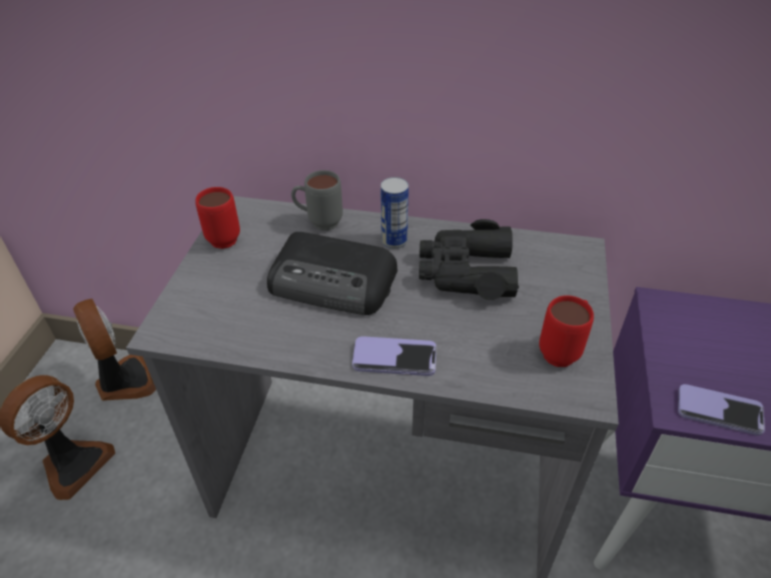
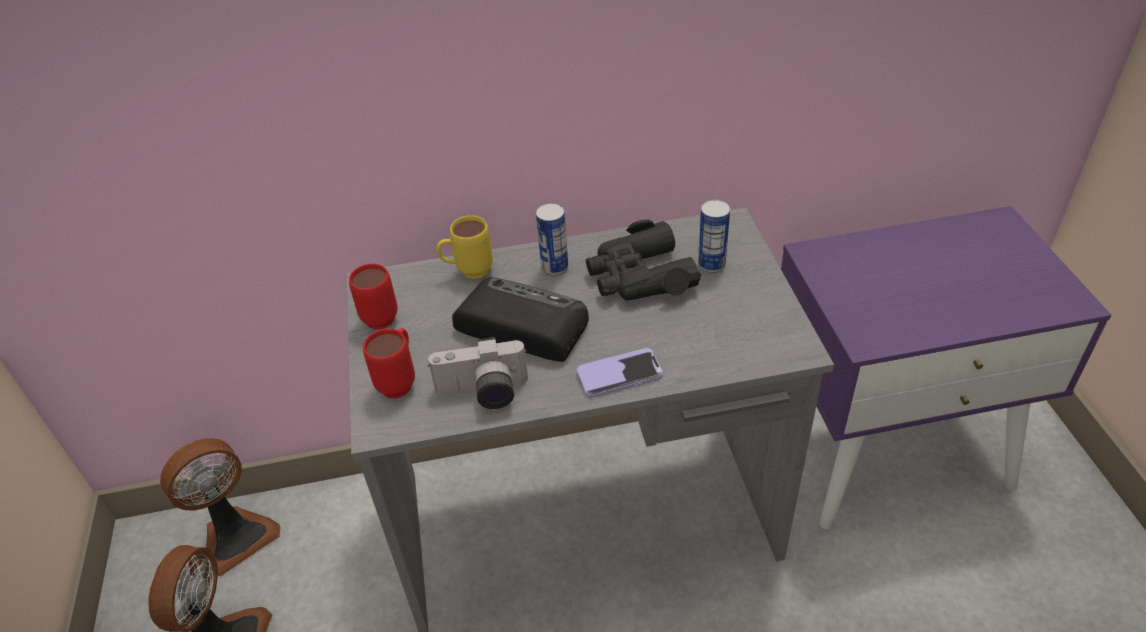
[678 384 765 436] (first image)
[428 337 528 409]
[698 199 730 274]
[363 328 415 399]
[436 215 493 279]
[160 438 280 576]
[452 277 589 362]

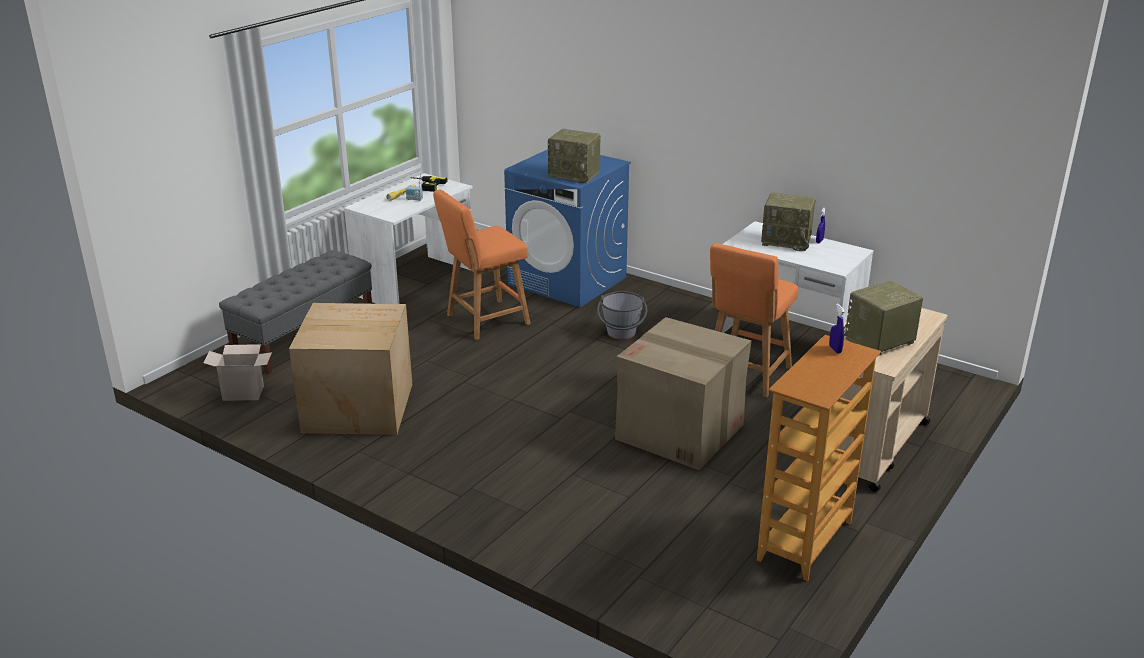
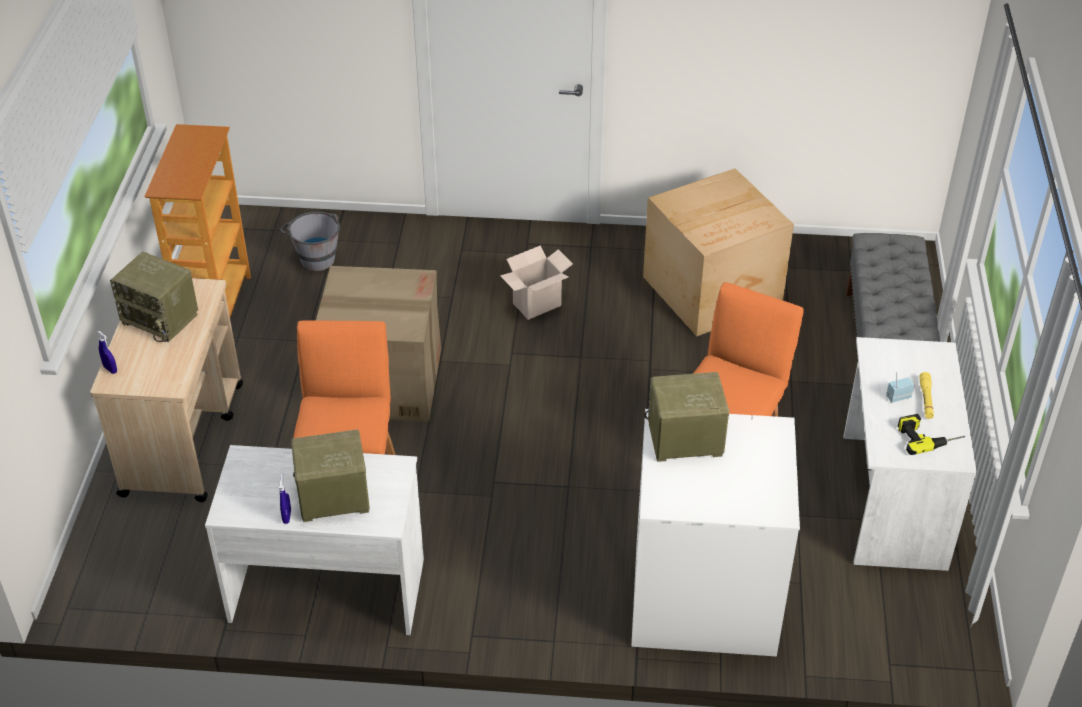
[500 245 573 320]
[280 211 340 271]
[97 331 117 374]
[631 409 800 657]
[110 252 198 342]

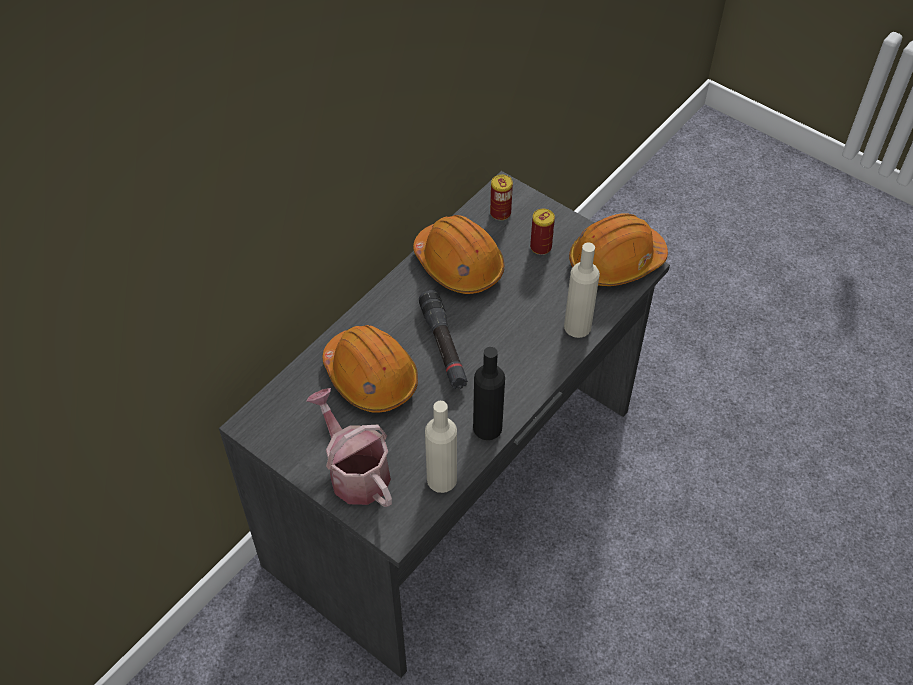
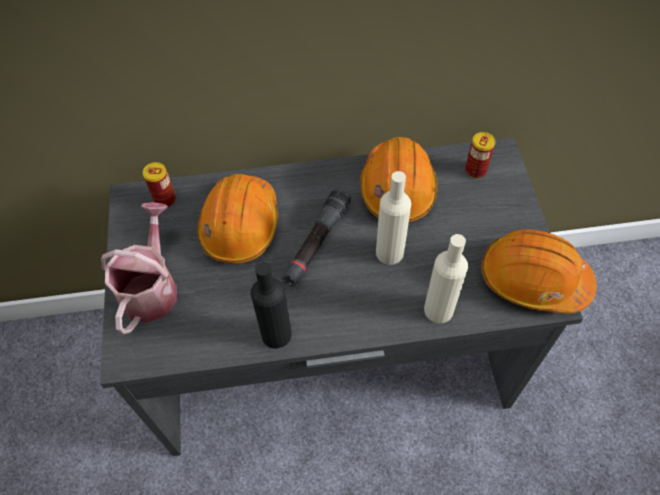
[376 171 411 265]
[143 162 176 208]

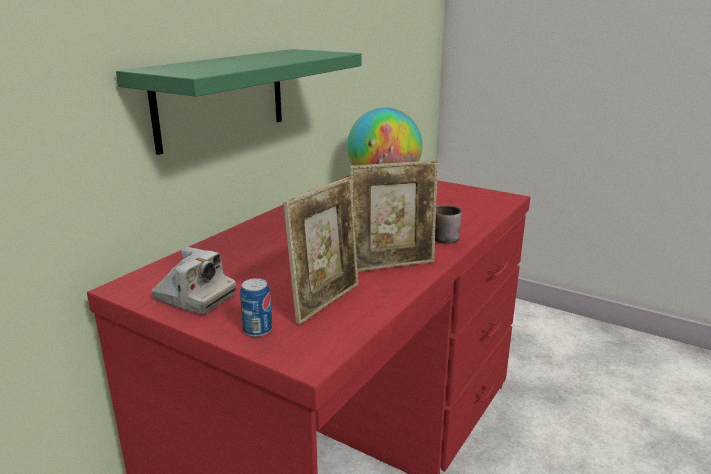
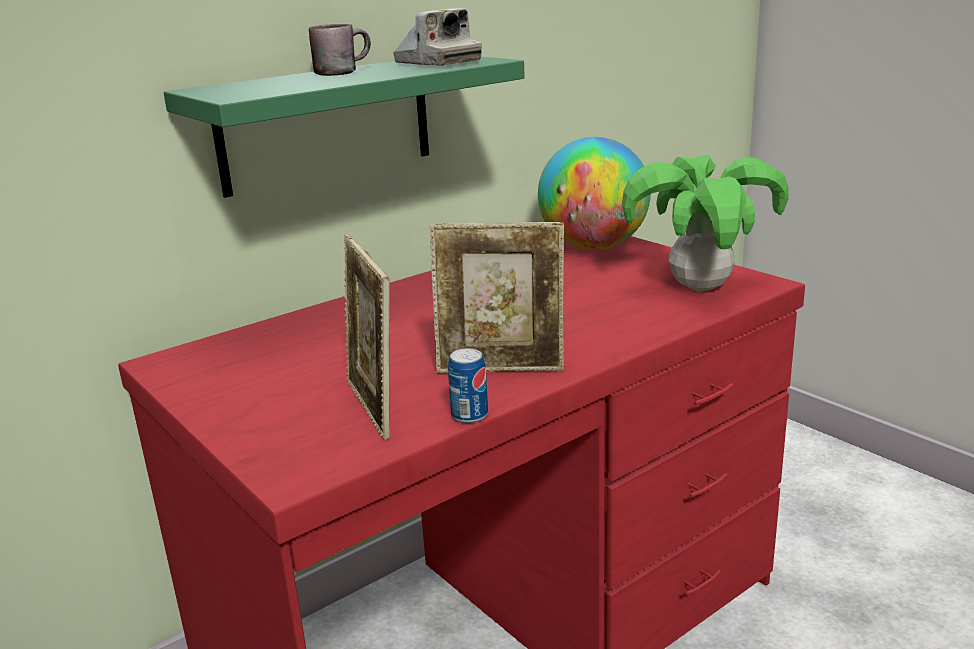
[622 155 789 291]
[393 8 482 66]
[448 348 488 423]
[309 24 371 76]
[343 235 390 440]

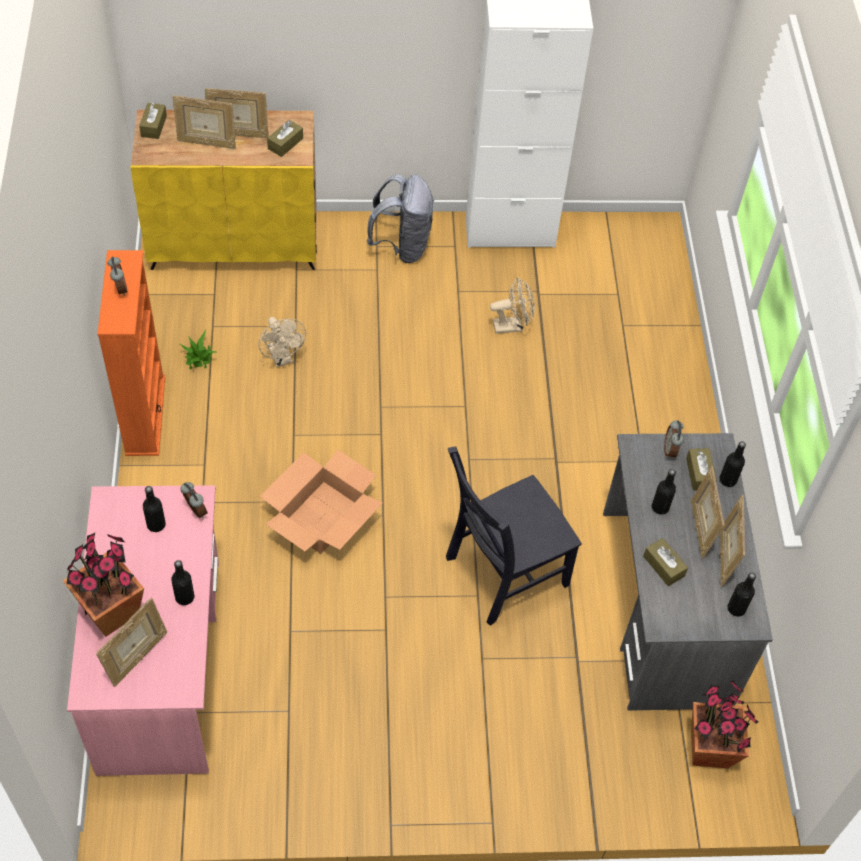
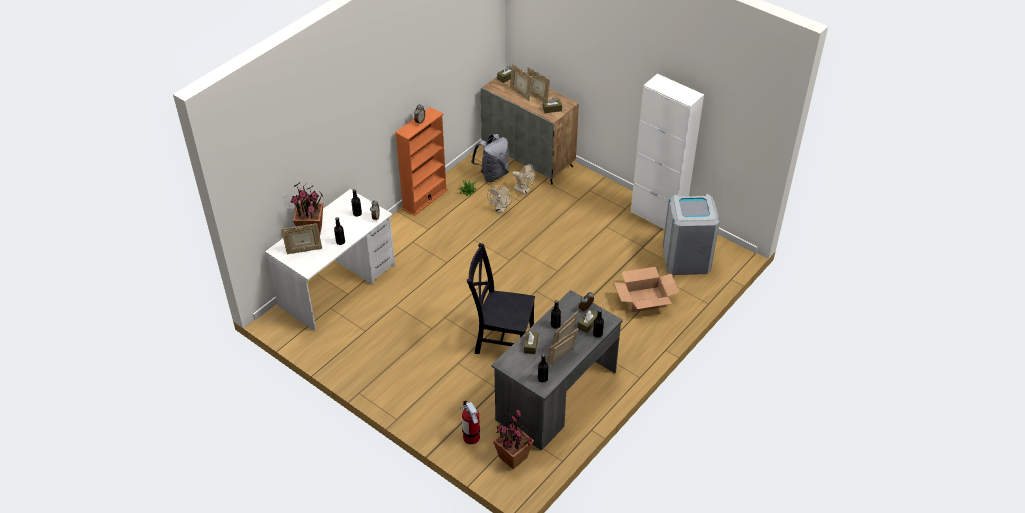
[460 401 480 444]
[662 194 720 275]
[614 267 679 312]
[471 134 509 182]
[512 164 536 195]
[265 189 395 331]
[480 77 579 185]

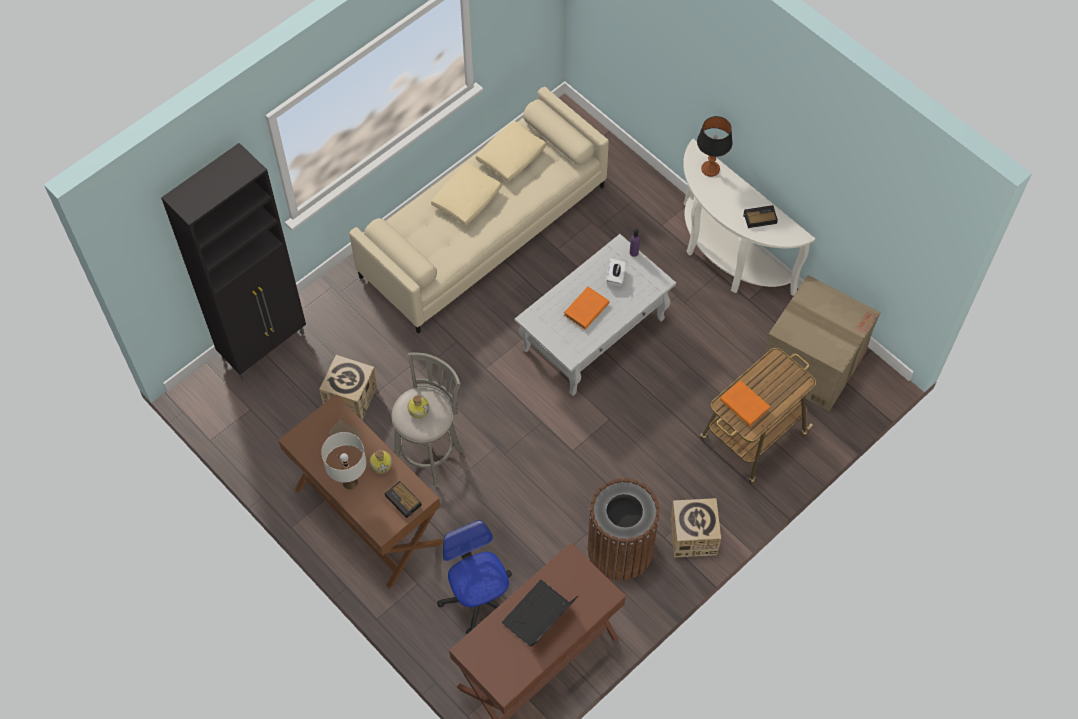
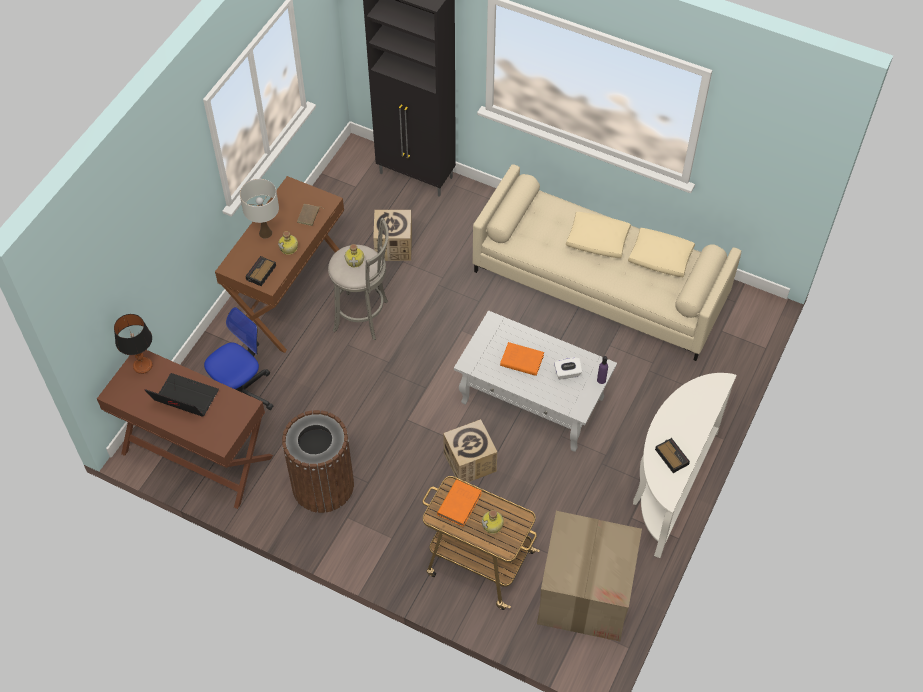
[482 510 504 534]
[443 419 497 483]
[114 314 153 374]

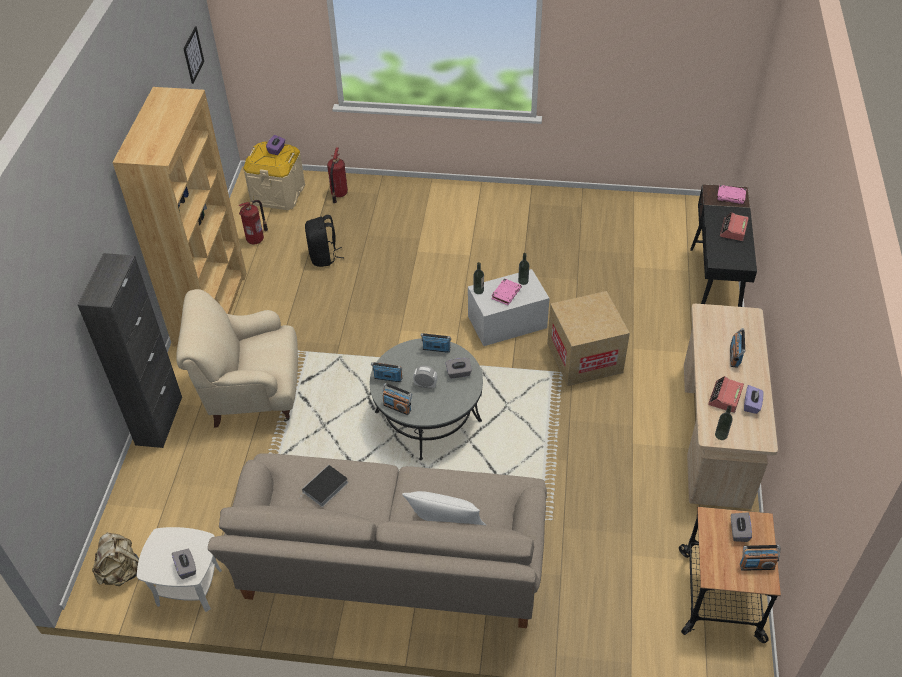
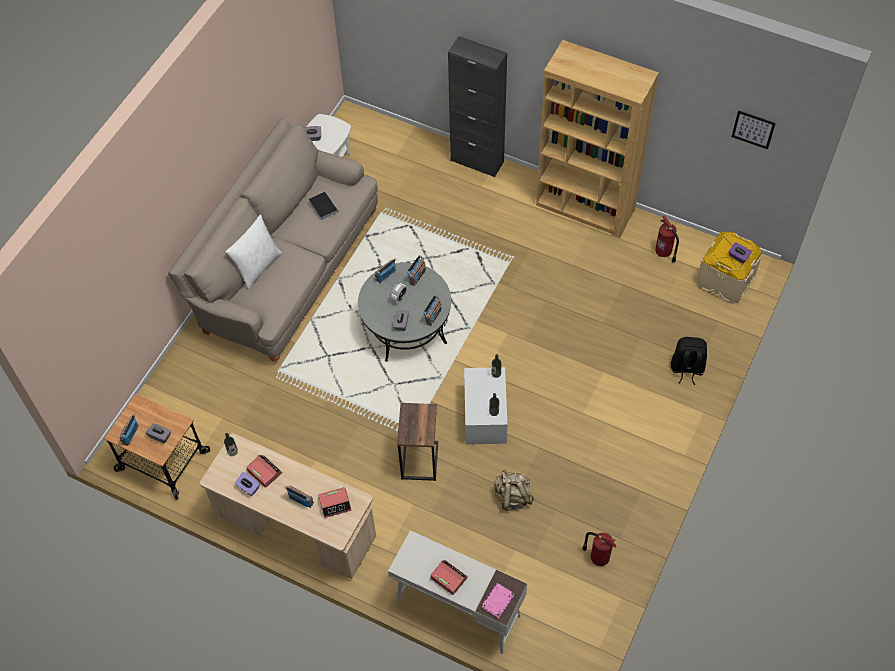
[176 289 298 428] (first image)
[491 278 522 305] (first image)
[318 487 352 518]
[494 469 534 511]
[671 337 707 385]
[582 532 616 566]
[397 403 438 481]
[388 530 527 654]

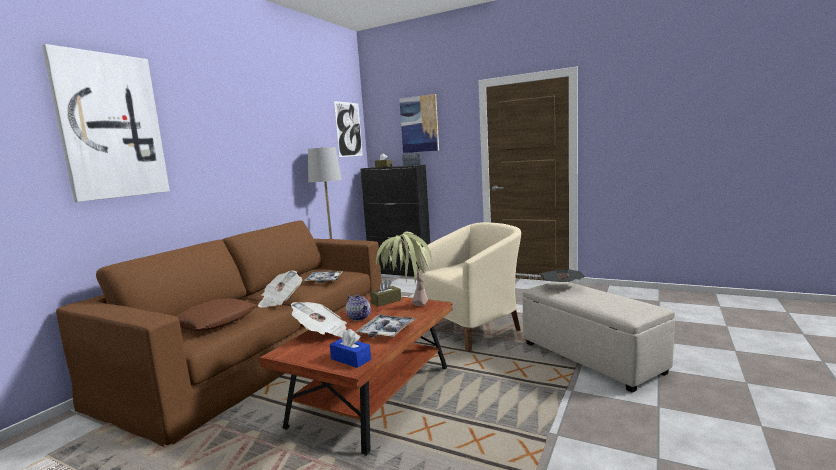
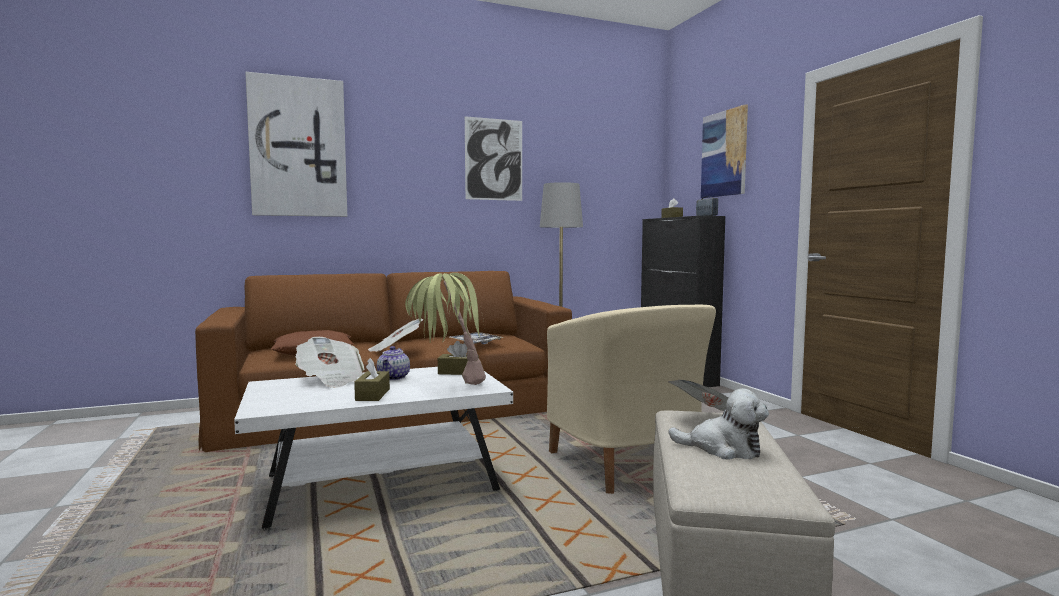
[330 329 371 368] (first image)
[668 388 769 460]
[465 116 522 201]
[354 358 390 401]
[234 367 513 530]
[547 305 716 494]

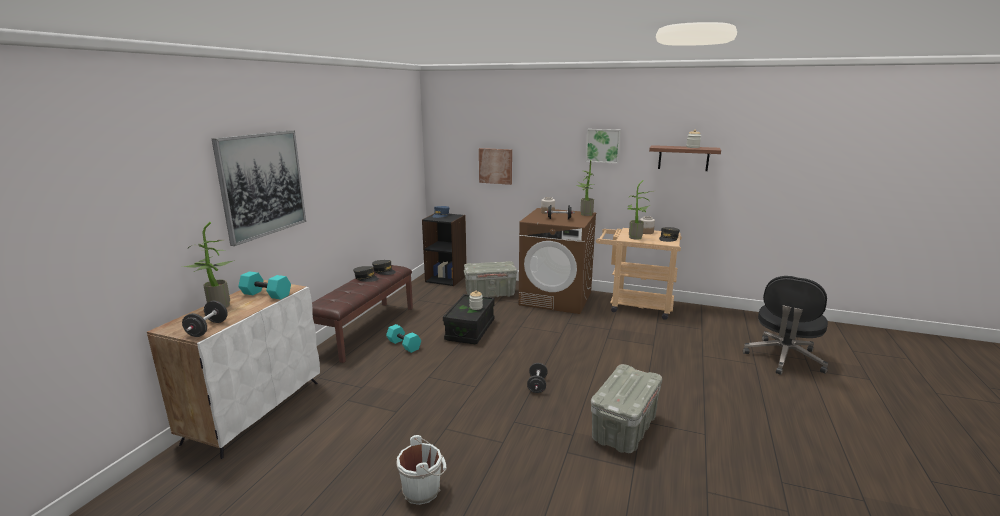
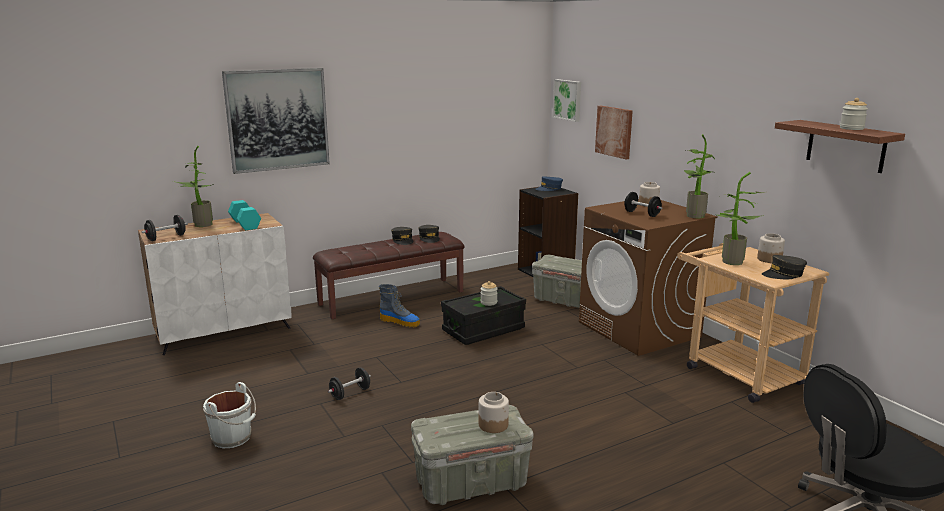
[479 392 509 433]
[328 367 371 400]
[553 79 581 122]
[379 284 420 327]

